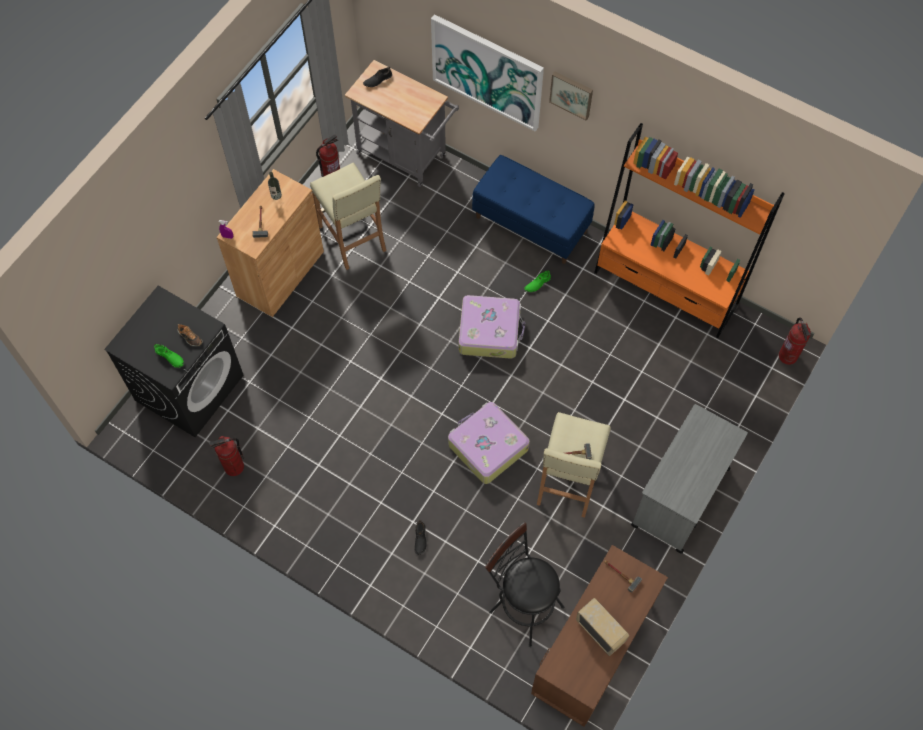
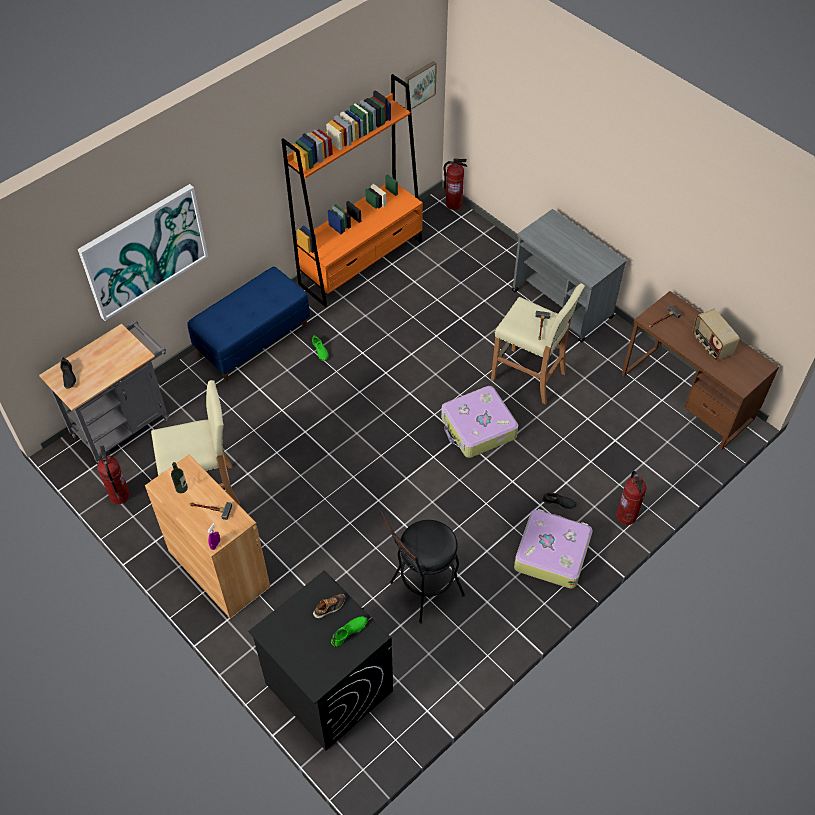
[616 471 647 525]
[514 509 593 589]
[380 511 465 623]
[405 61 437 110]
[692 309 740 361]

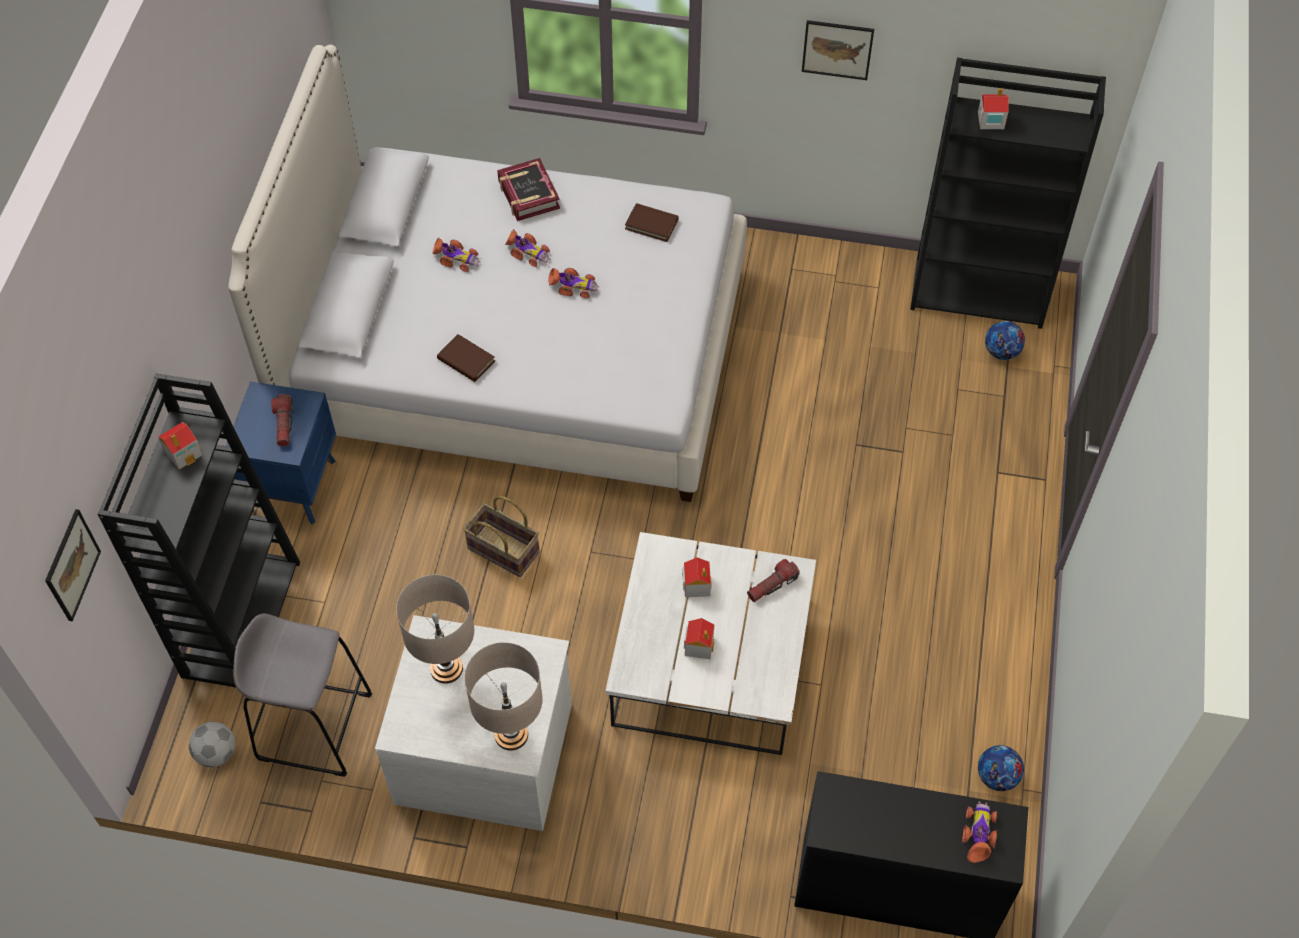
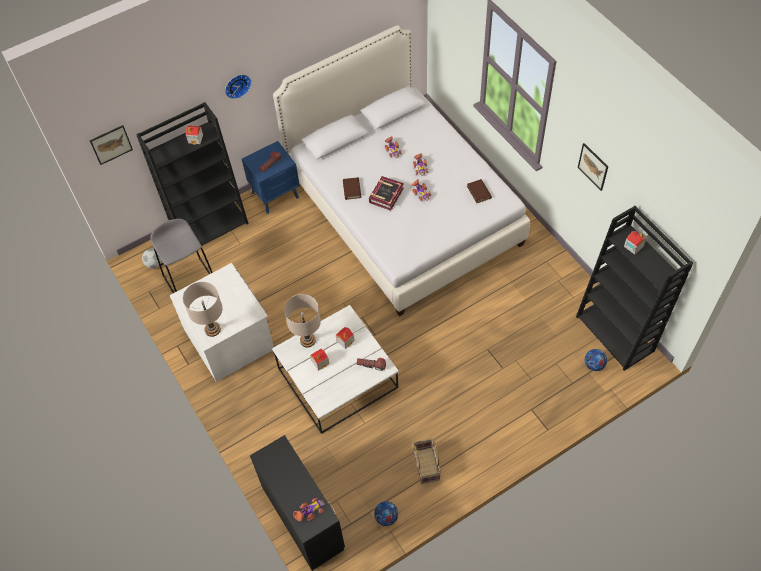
[225 74 252 99]
[284 294 321 348]
[412 439 441 484]
[369 176 404 211]

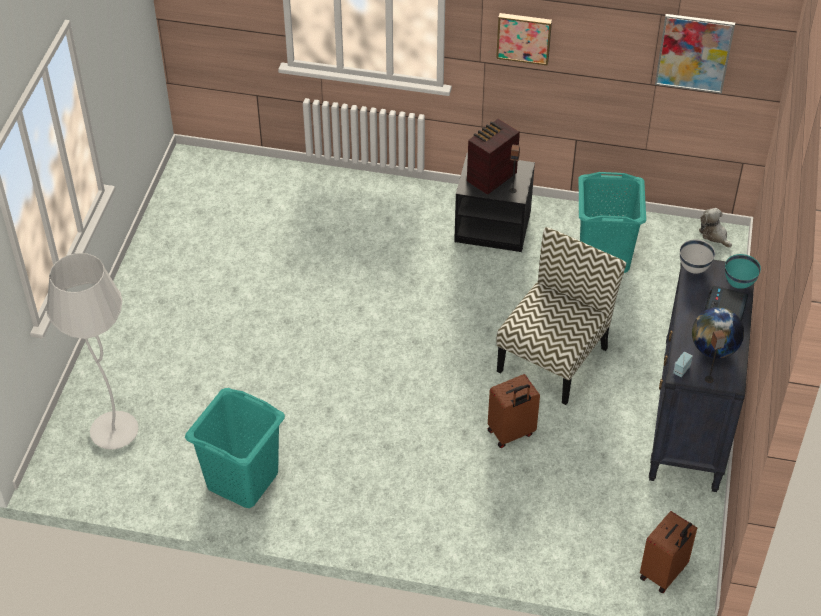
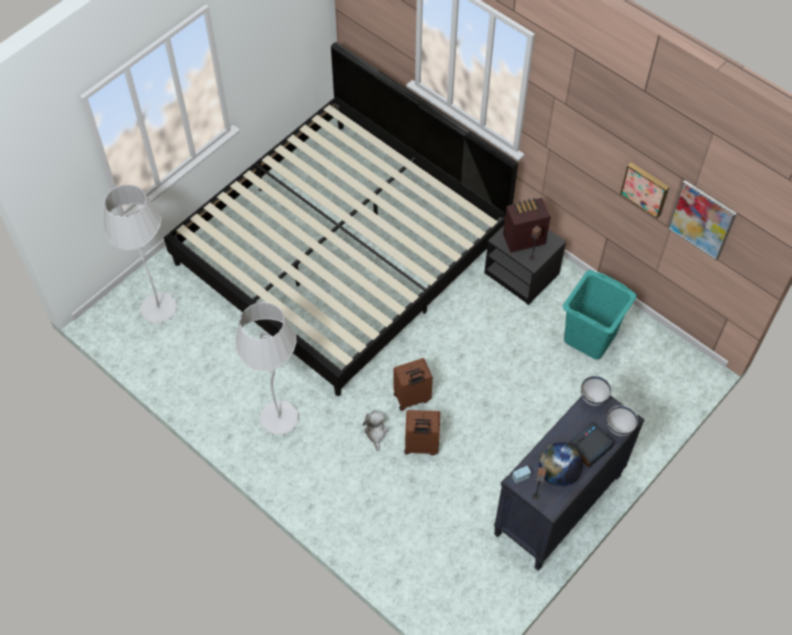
[185 388 285 508] (first image)
[496 227 626 405] (first image)
[164 42 518 396]
[235 302 299 435]
[620 162 669 219]
[394 358 433 411]
[362 410 388 451]
[607 405 638 436]

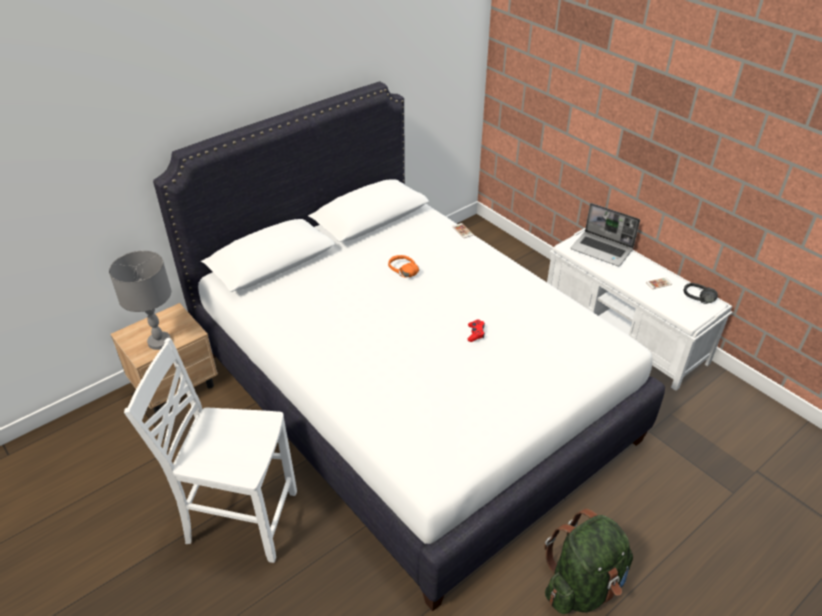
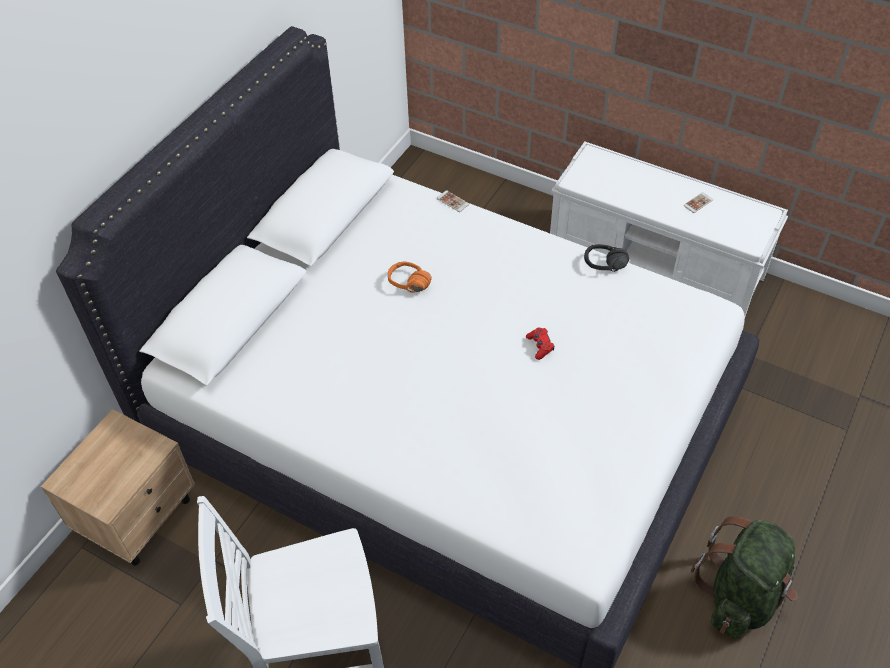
[109 251 171 350] (first image)
[571 203 640 266] (first image)
[584 244 629 272]

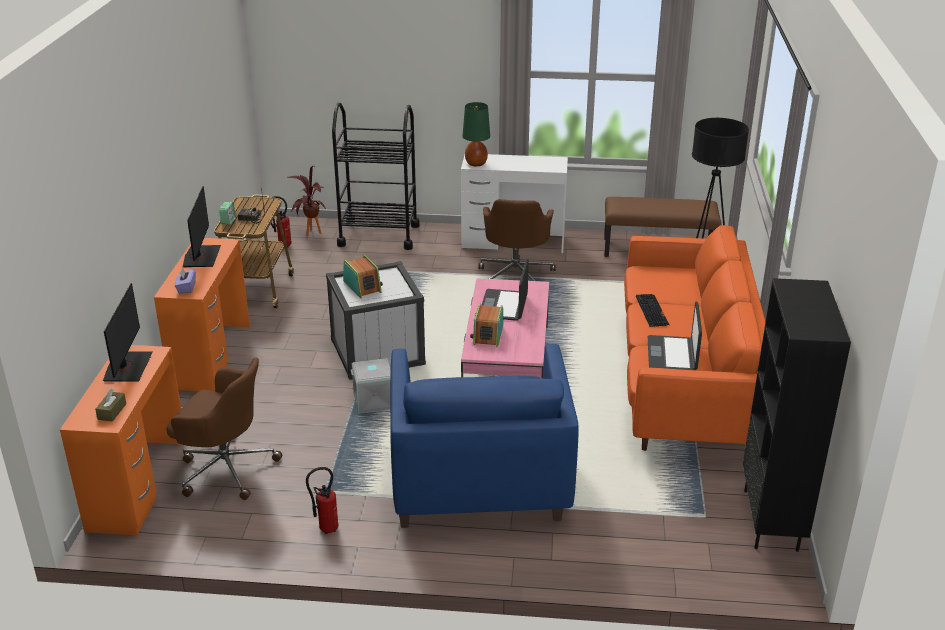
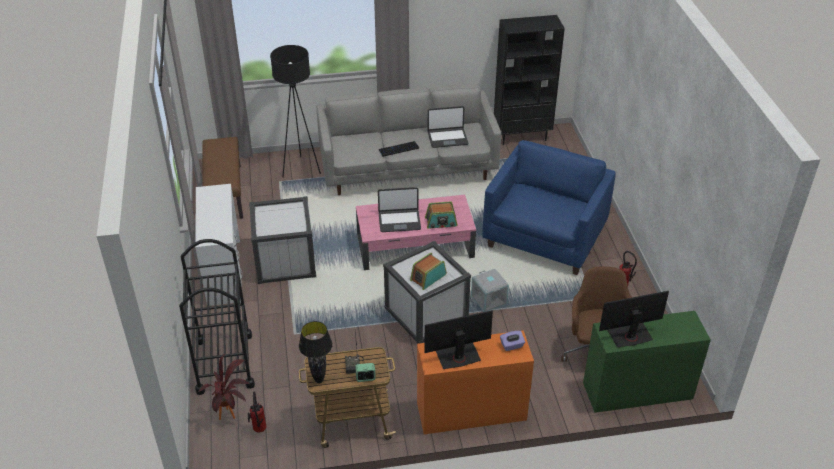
[95 389 126 422] (first image)
[462 102 490 166] (first image)
[299 321 333 383]
[249 196 316 284]
[583 311 711 413]
[316 84 501 195]
[482 140 616 275]

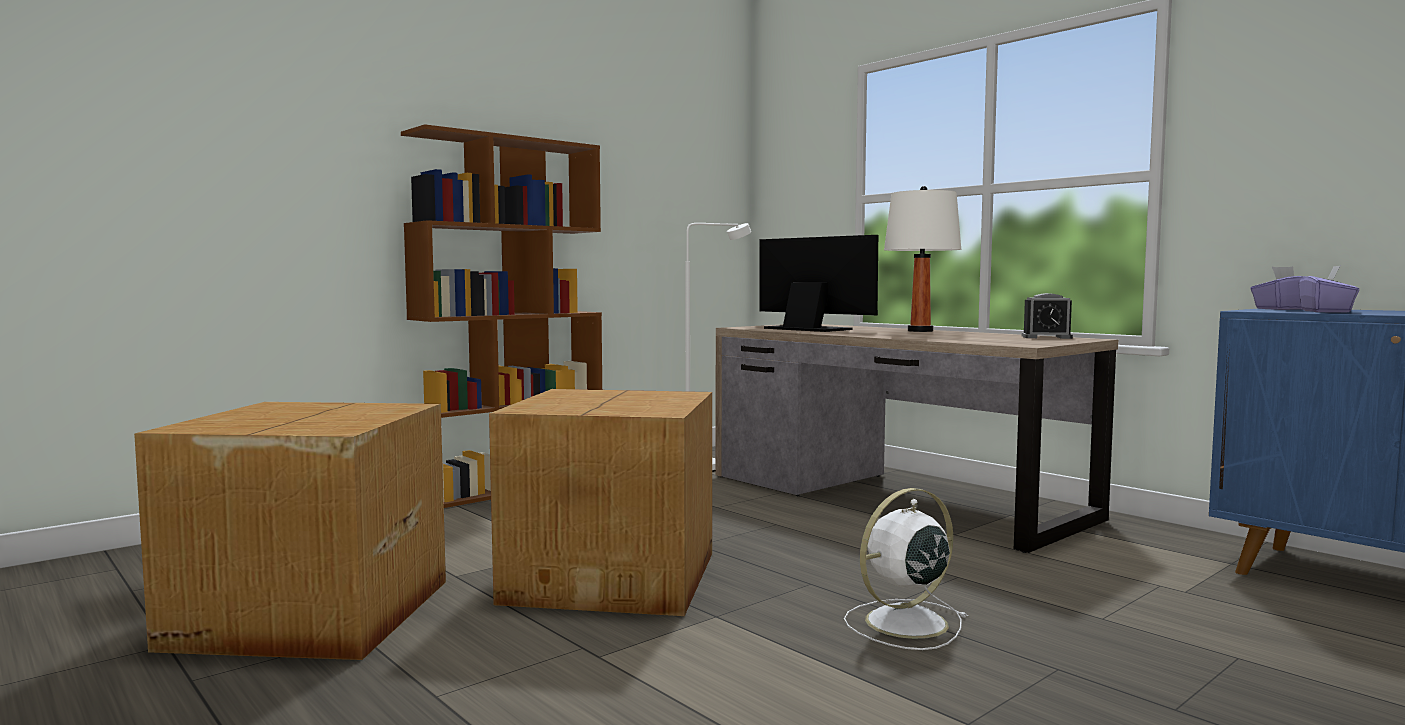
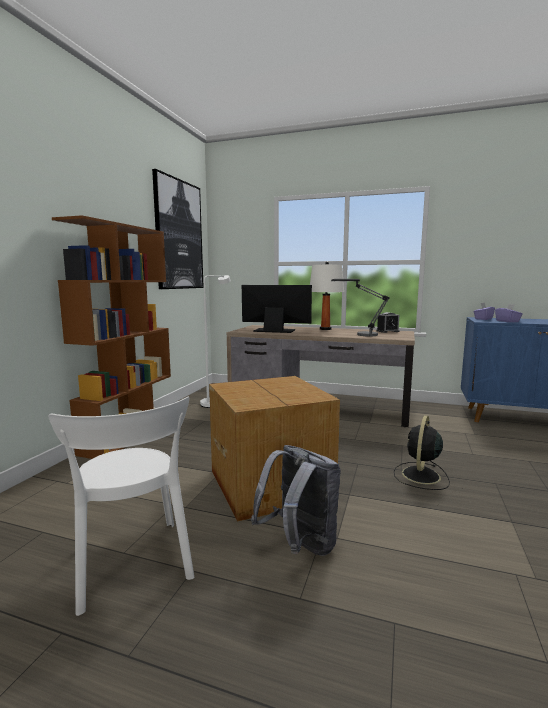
[152 169 204 289]
[251 445 341 556]
[331 279 390 337]
[49 397 194 616]
[394 415 450 490]

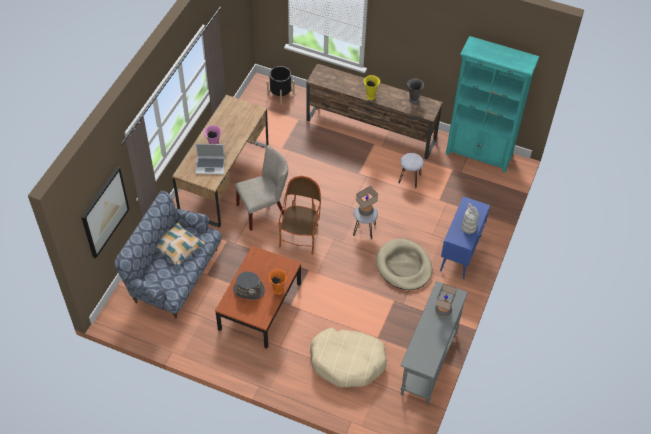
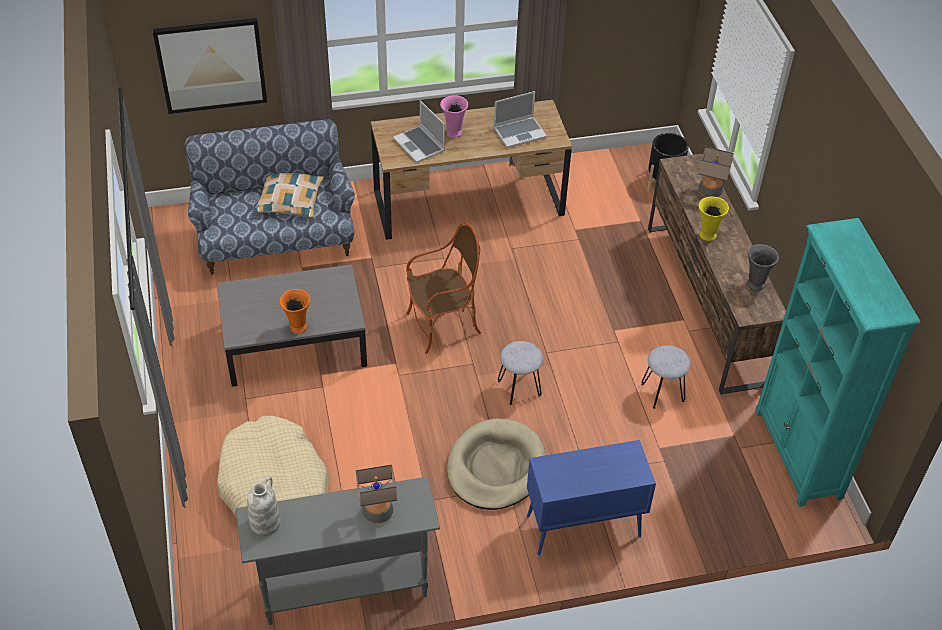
[233 272 265 300] (first image)
[235 145 288 231] (first image)
[493 91 547 148]
[698 147 734 197]
[247 477 281 536]
[217 264 367 387]

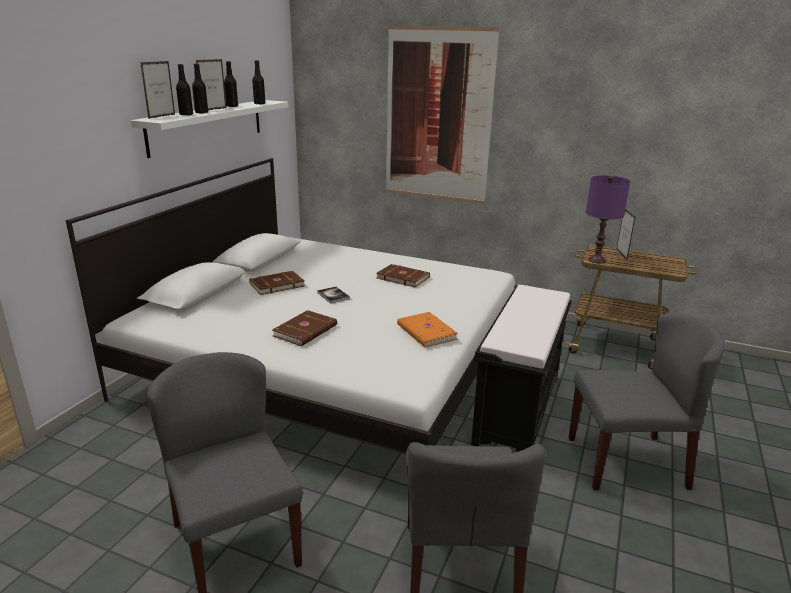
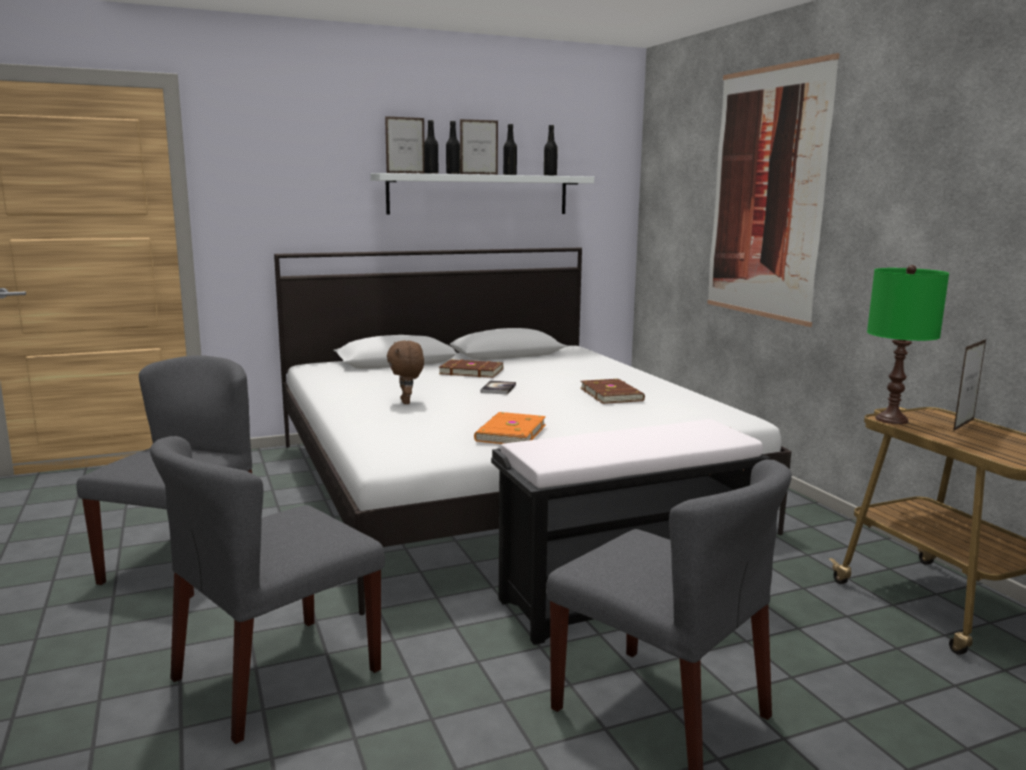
[387 340 424 404]
[867 265 949 424]

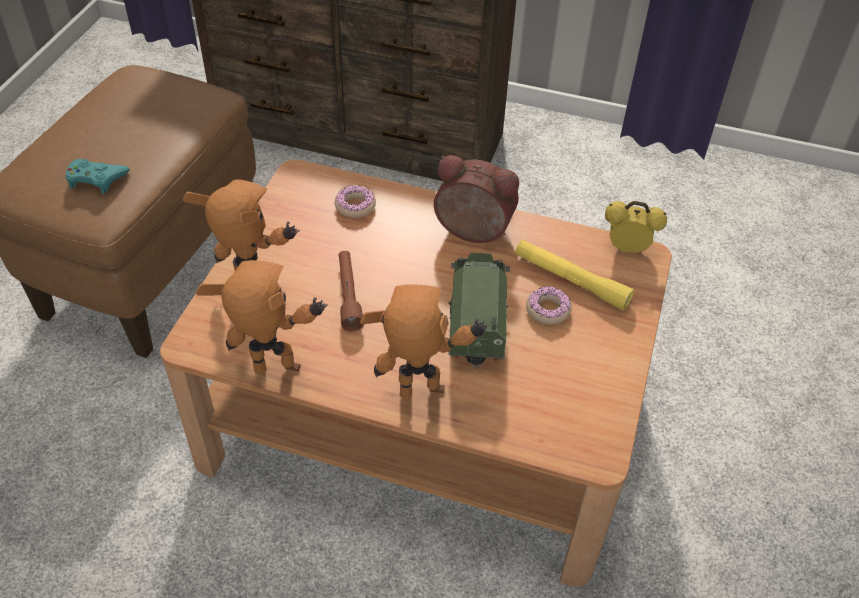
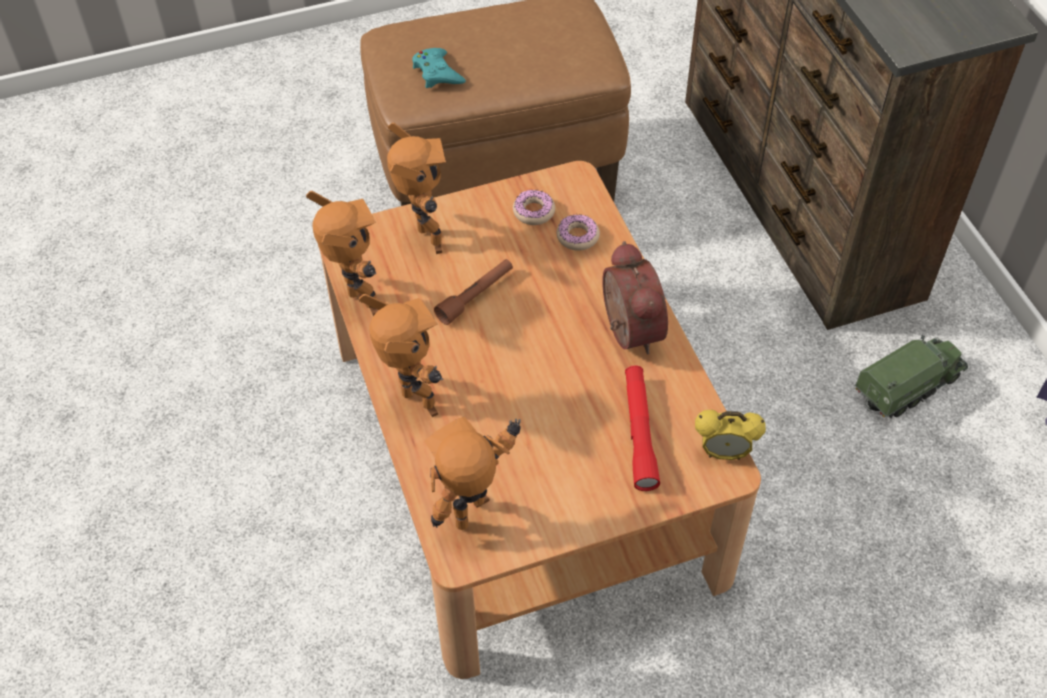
[424 417 521 530]
[855 335 968 418]
[513 189 555 225]
[625 365 660 491]
[695 410 766 460]

